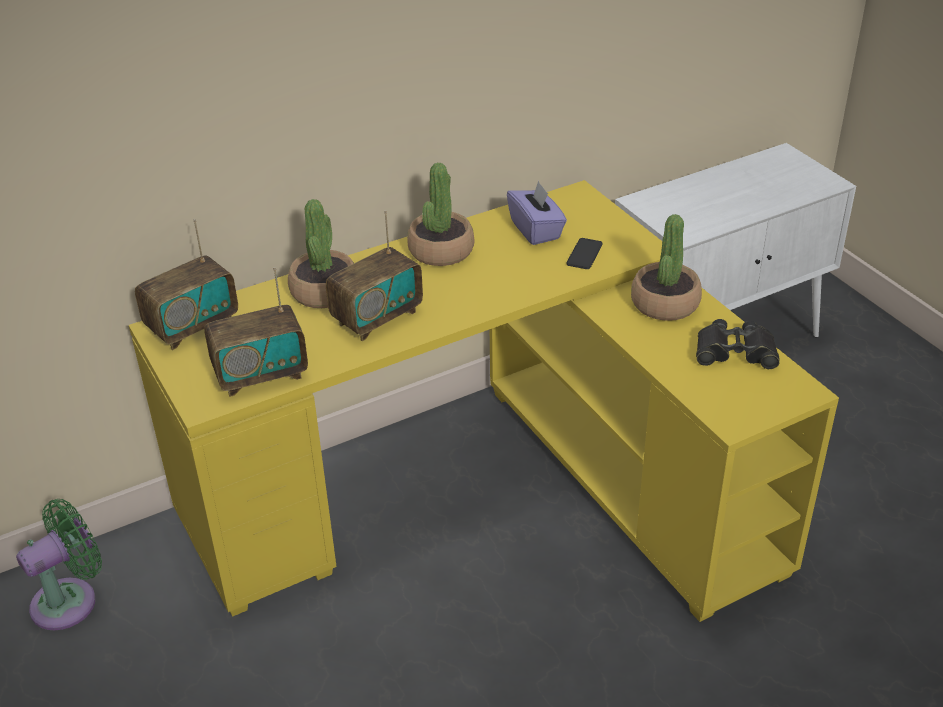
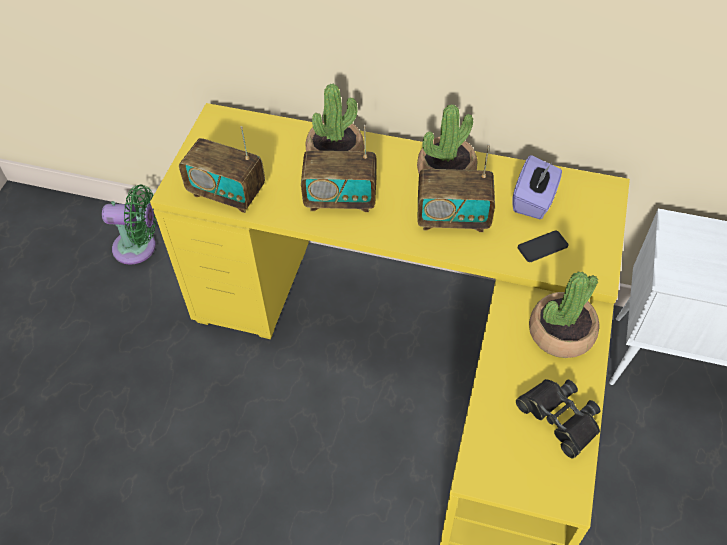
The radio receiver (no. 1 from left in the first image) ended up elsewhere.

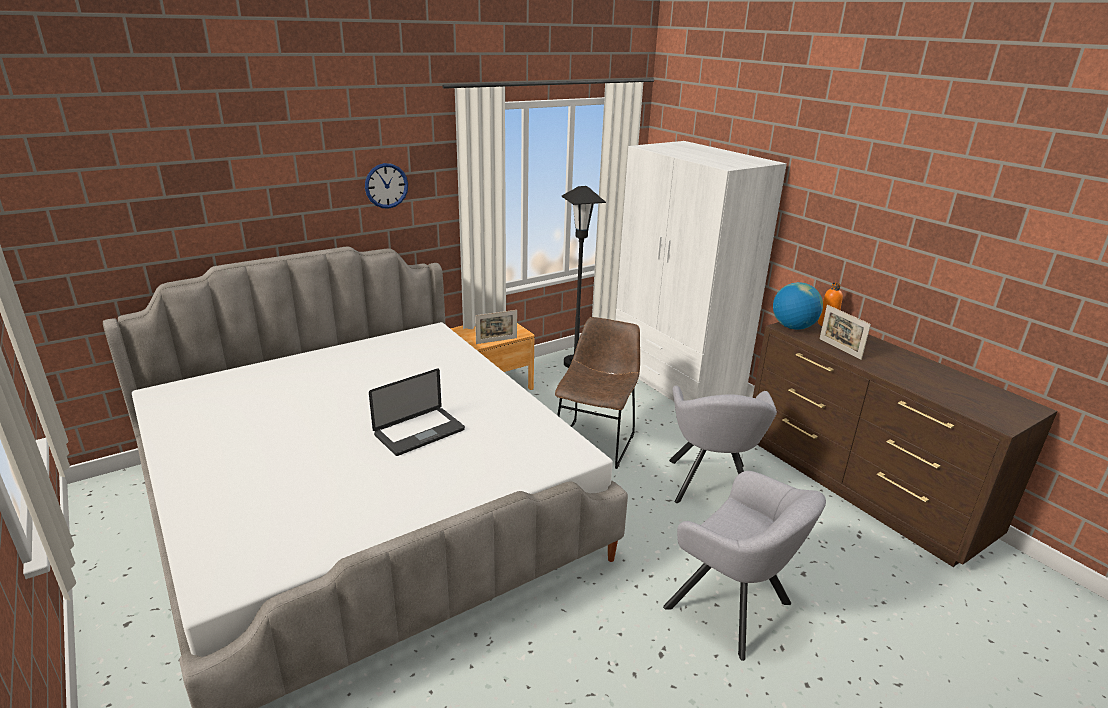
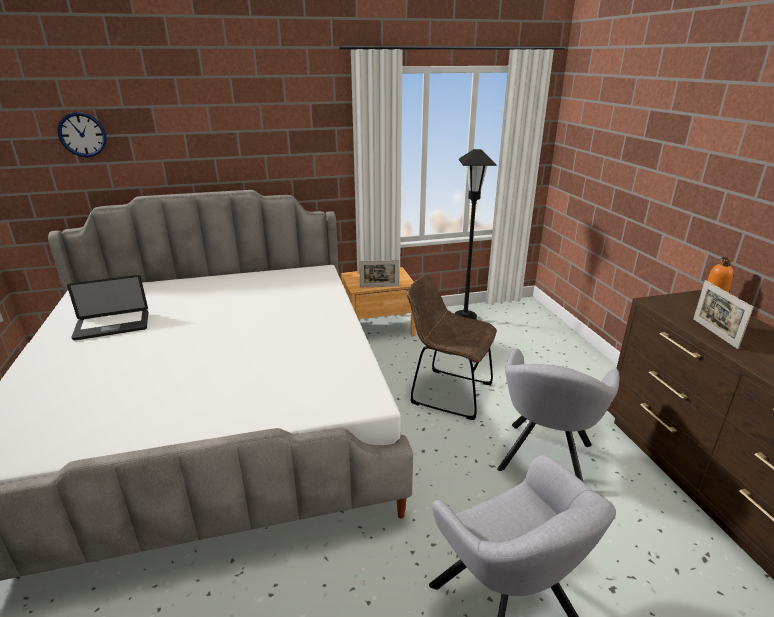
The second view lost the whitish wardrobe.
The second view lost the world globe.
The clock on the wall ended up elsewhere.
The laptop ended up elsewhere.
The brown chair ended up facing another way, 105 degrees counterclockwise from before.

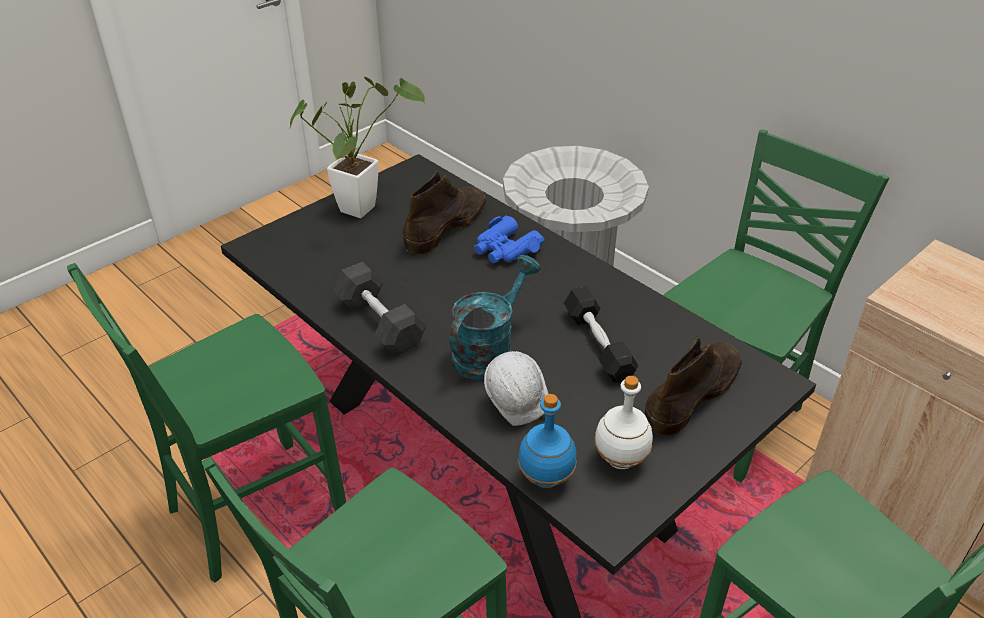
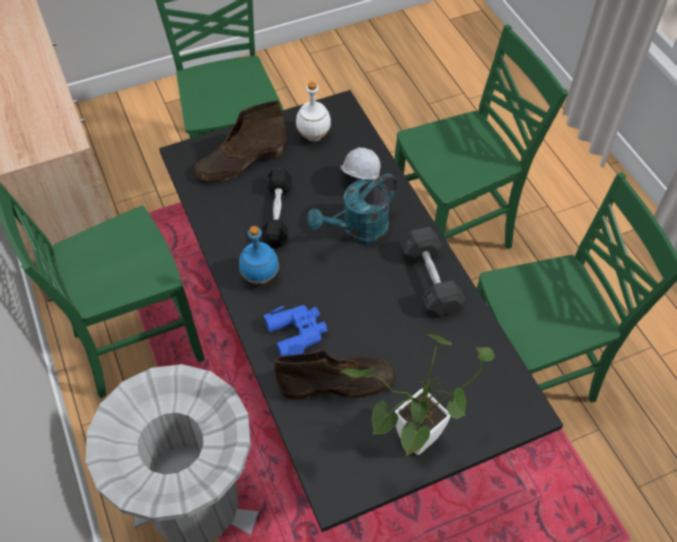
The blue drink bottle ended up elsewhere.
The brown high-top boot (no. 1 from left in the first image) ended up facing another way, 150 degrees counterclockwise from before.

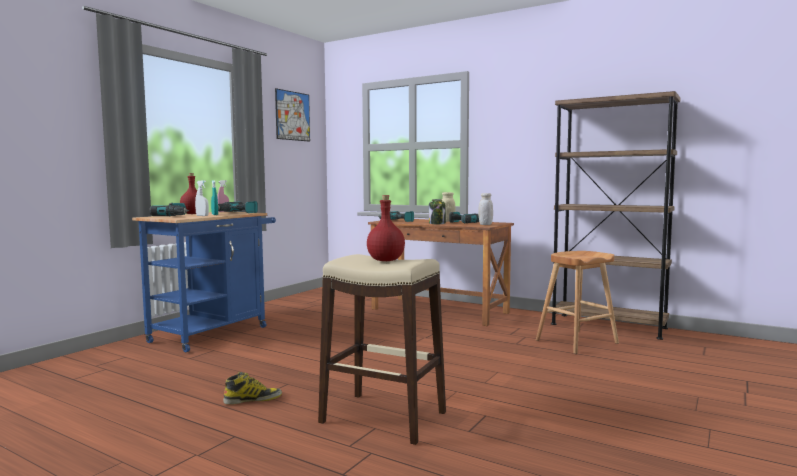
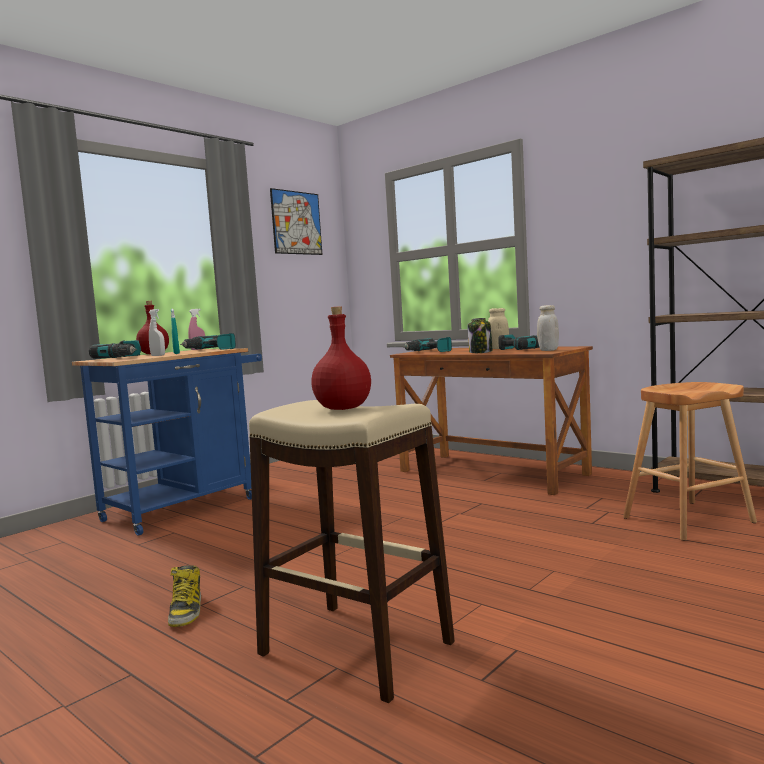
The high-top boot ended up facing another way, 90 degrees clockwise from before.

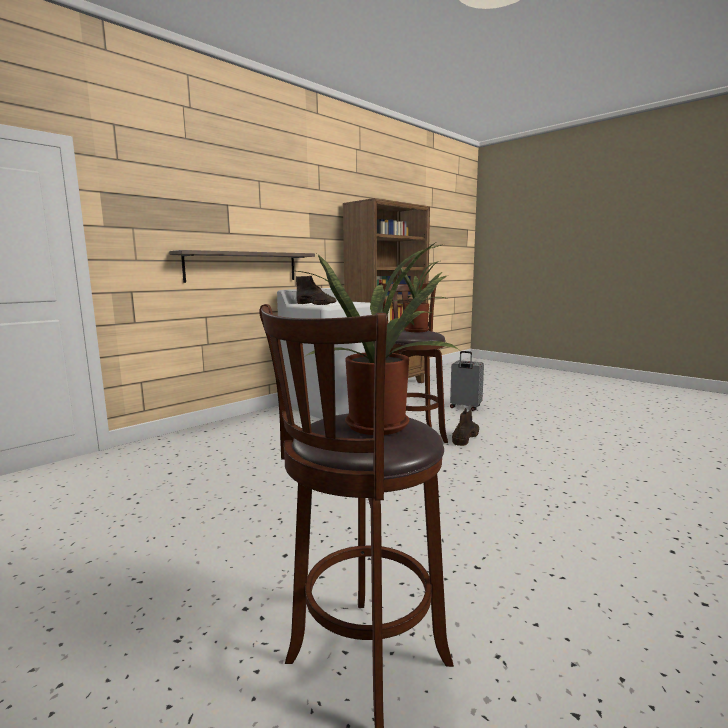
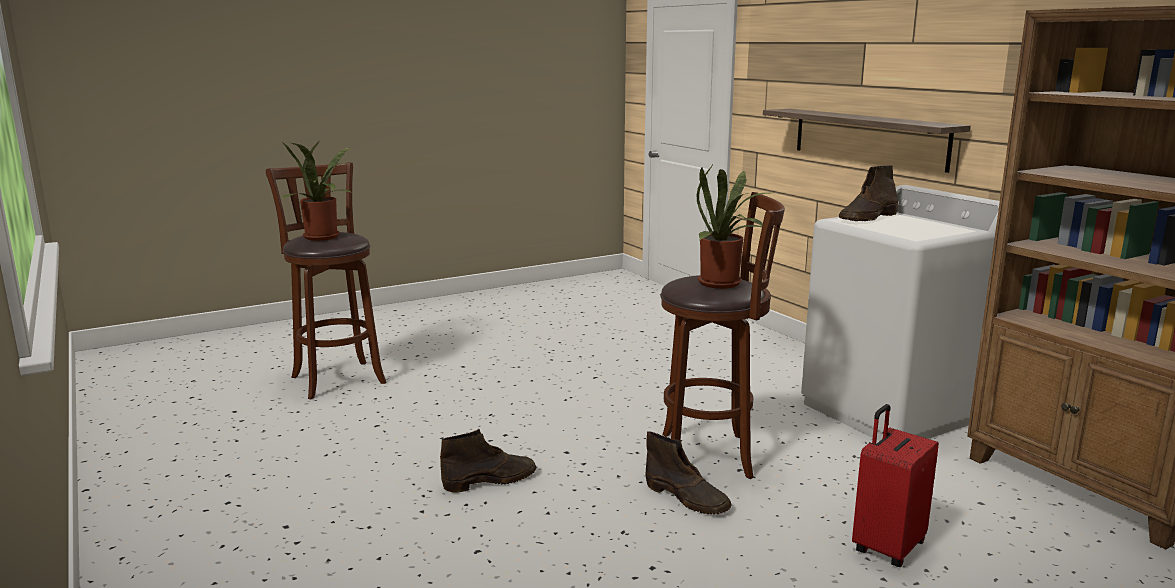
The second view gained the brown high-top boot (no. 1 from left).
What was the gray suitcase turned into the reddish suitcase.

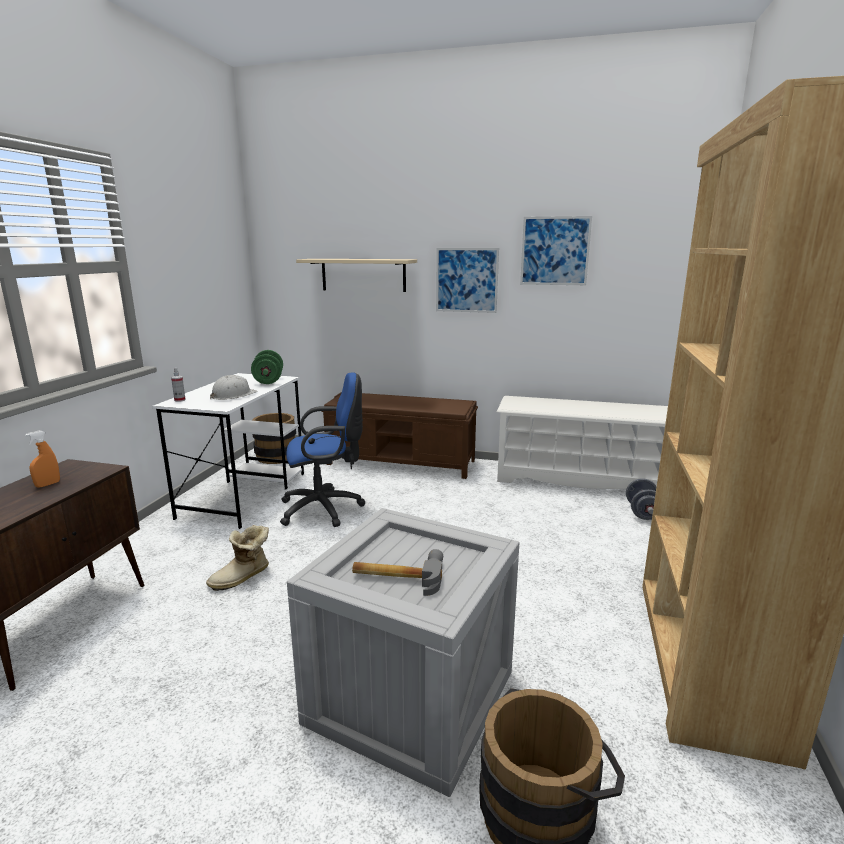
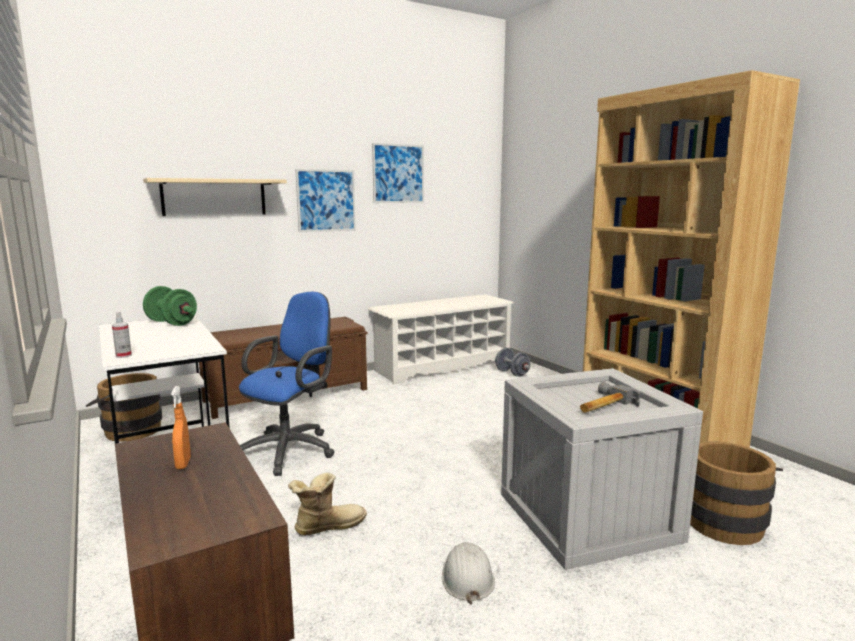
The whitish work helmet ended up elsewhere.
The high-top boot ended up facing another way, 120 degrees counterclockwise from before.

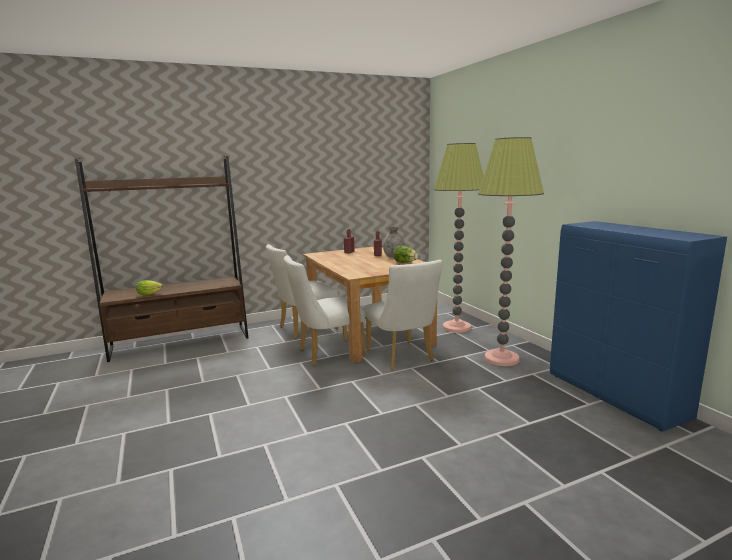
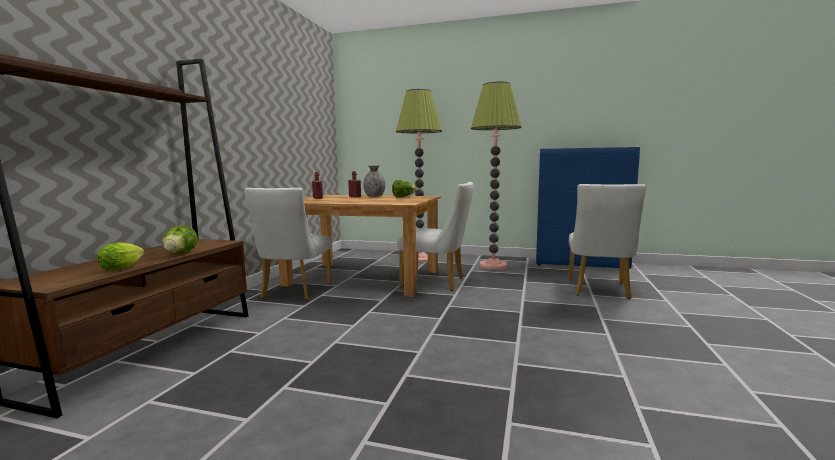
The second view gained the lettuce head (no. 2 from left).
The whitish chair (no. 2 from left in the first image) ended up elsewhere.

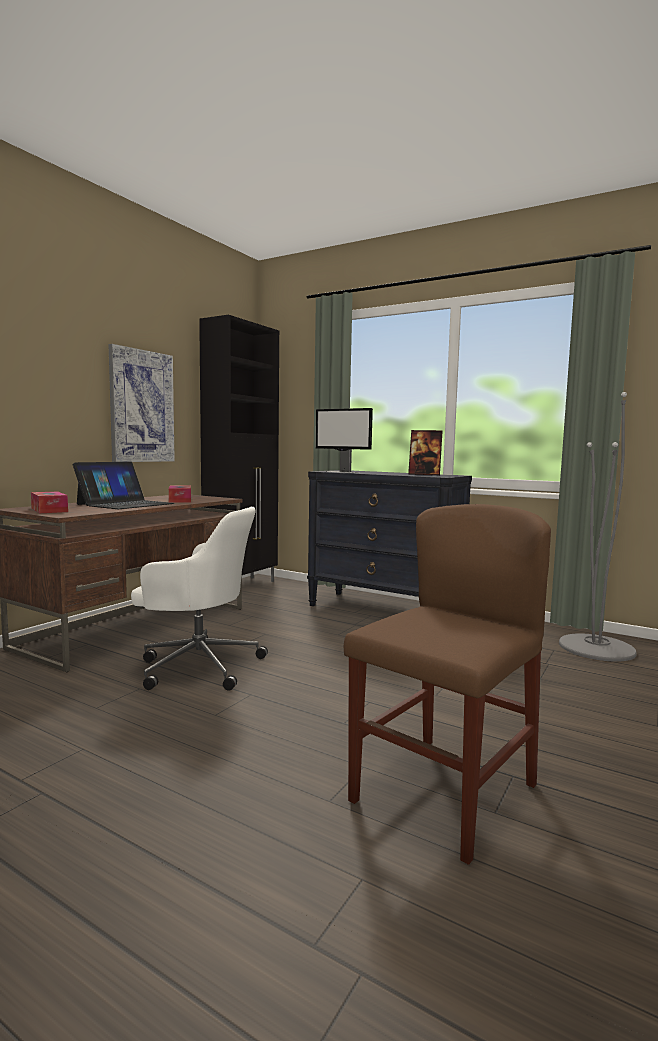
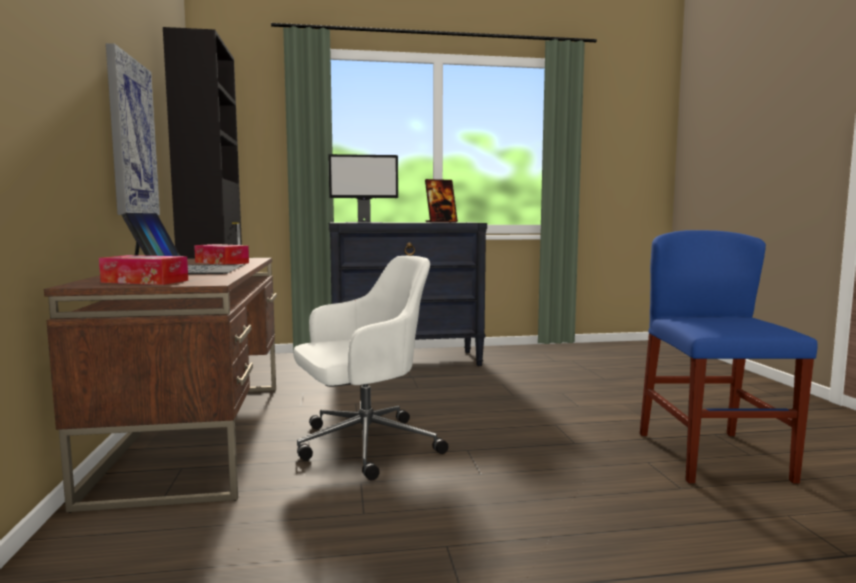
The second view lost the gray standing lamp.
What was the brown chair turned into the blue chair.

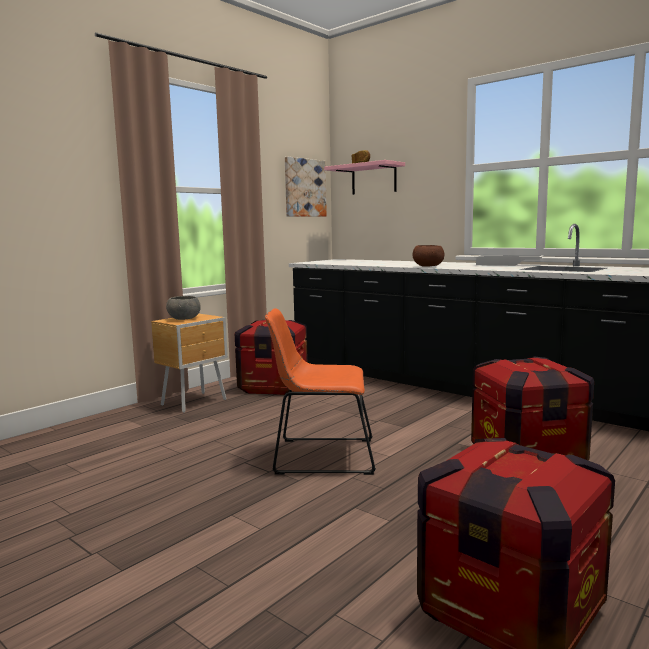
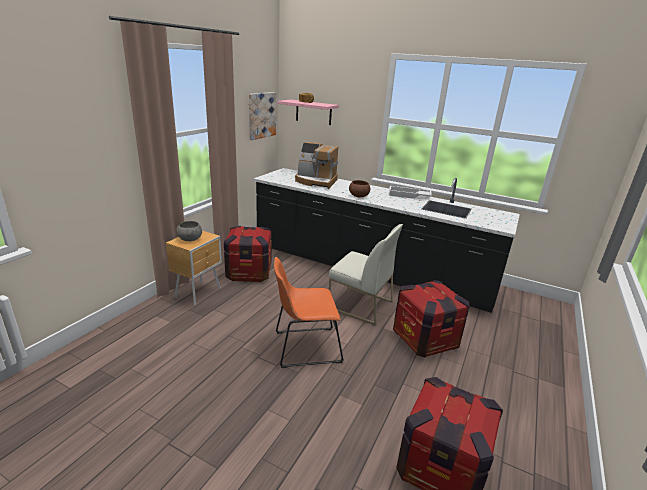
The second view gained the coffee maker.
The second view gained the whitish chair.

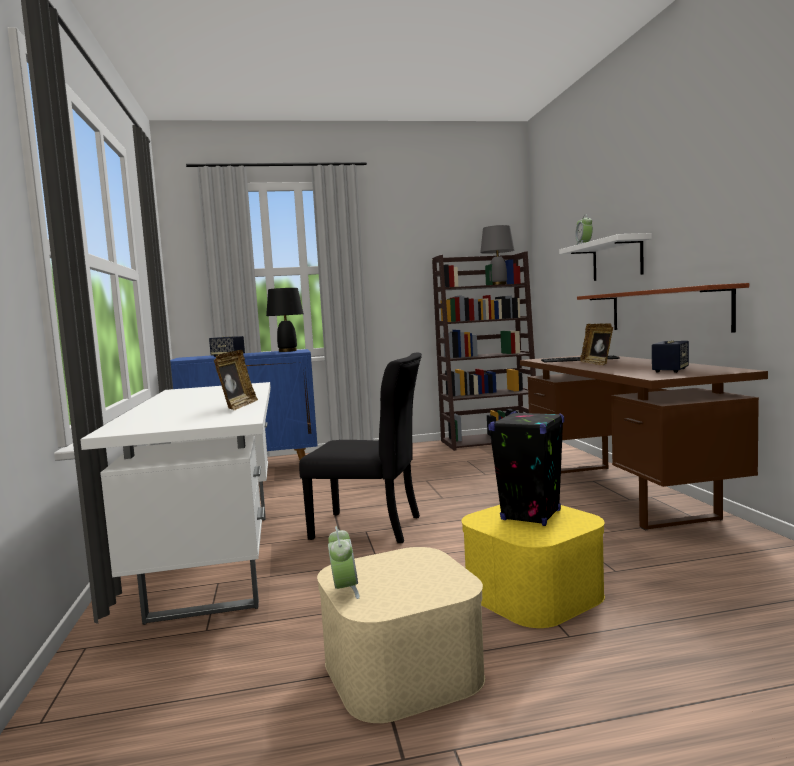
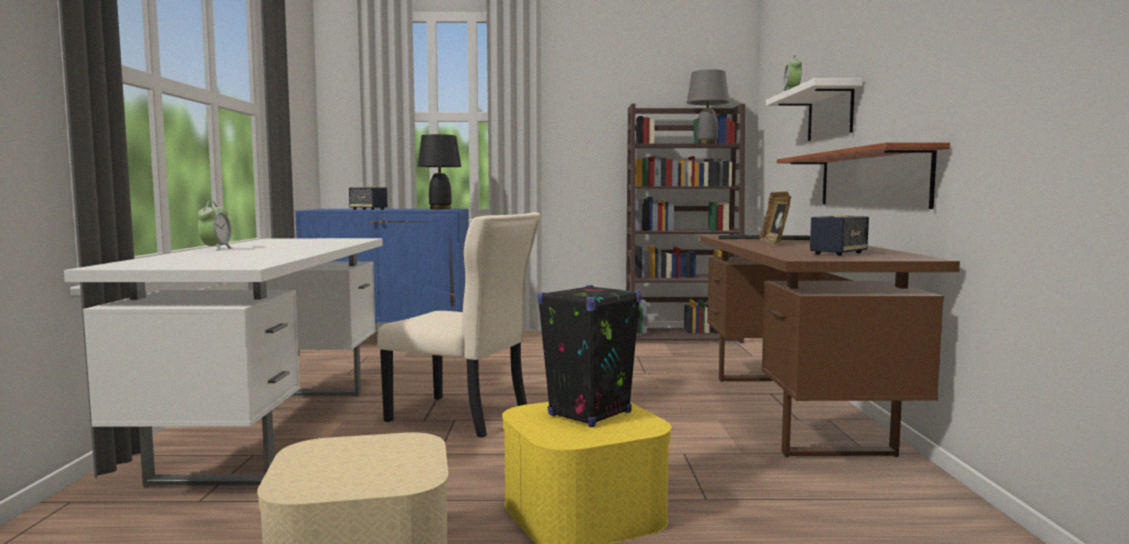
The second view lost the picture frame (no. 1 from left).
The table clock (no. 1 from left) ended up elsewhere.
What was the blackish chair turned into the sand-coloured chair.

